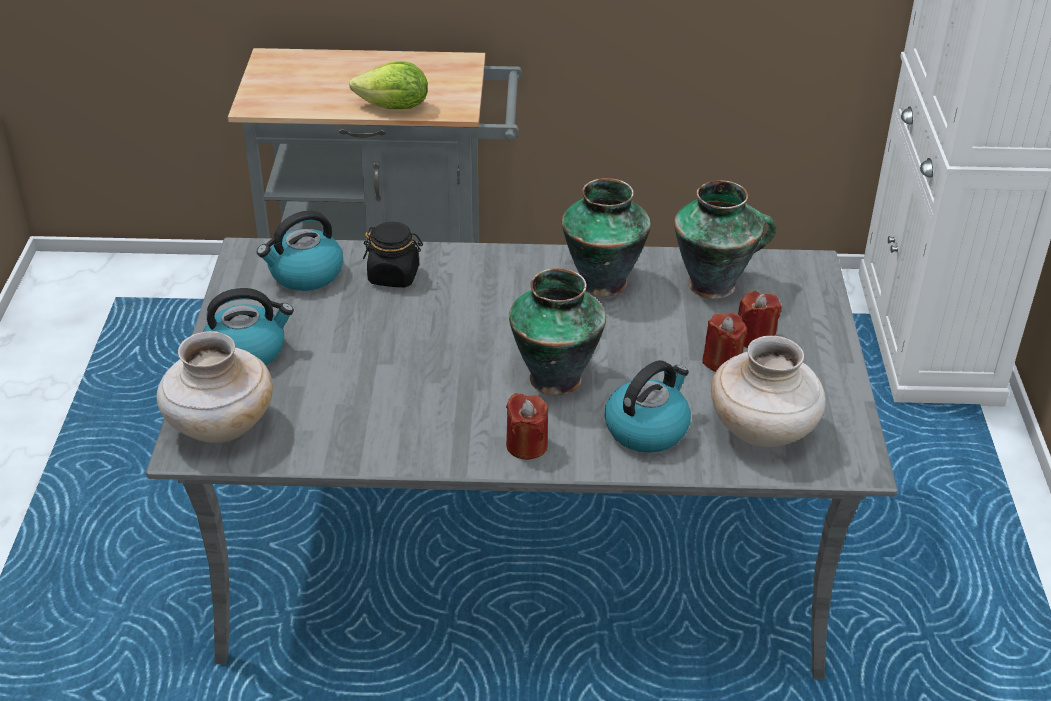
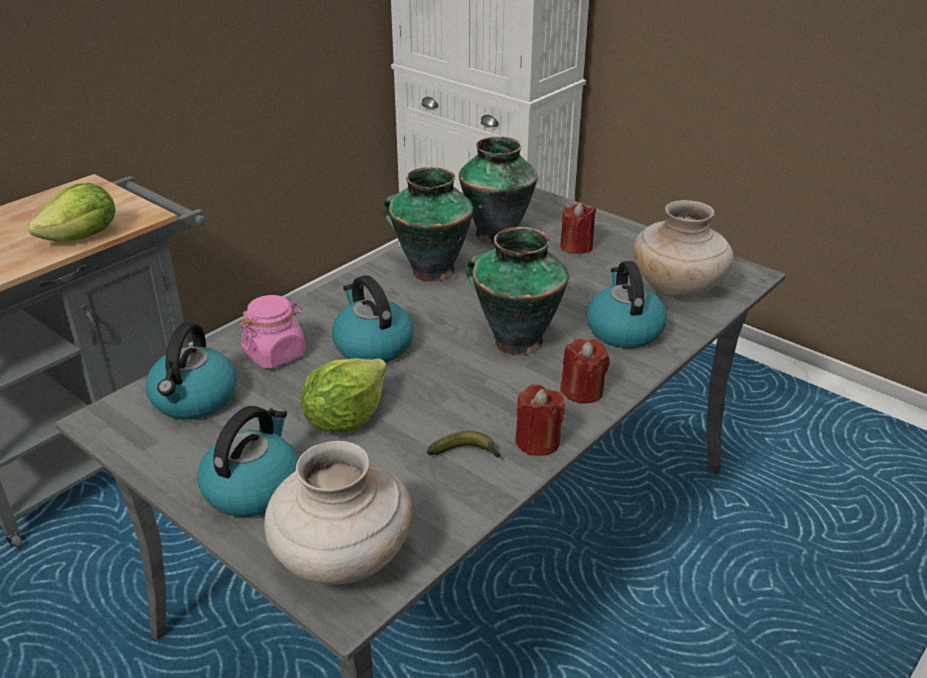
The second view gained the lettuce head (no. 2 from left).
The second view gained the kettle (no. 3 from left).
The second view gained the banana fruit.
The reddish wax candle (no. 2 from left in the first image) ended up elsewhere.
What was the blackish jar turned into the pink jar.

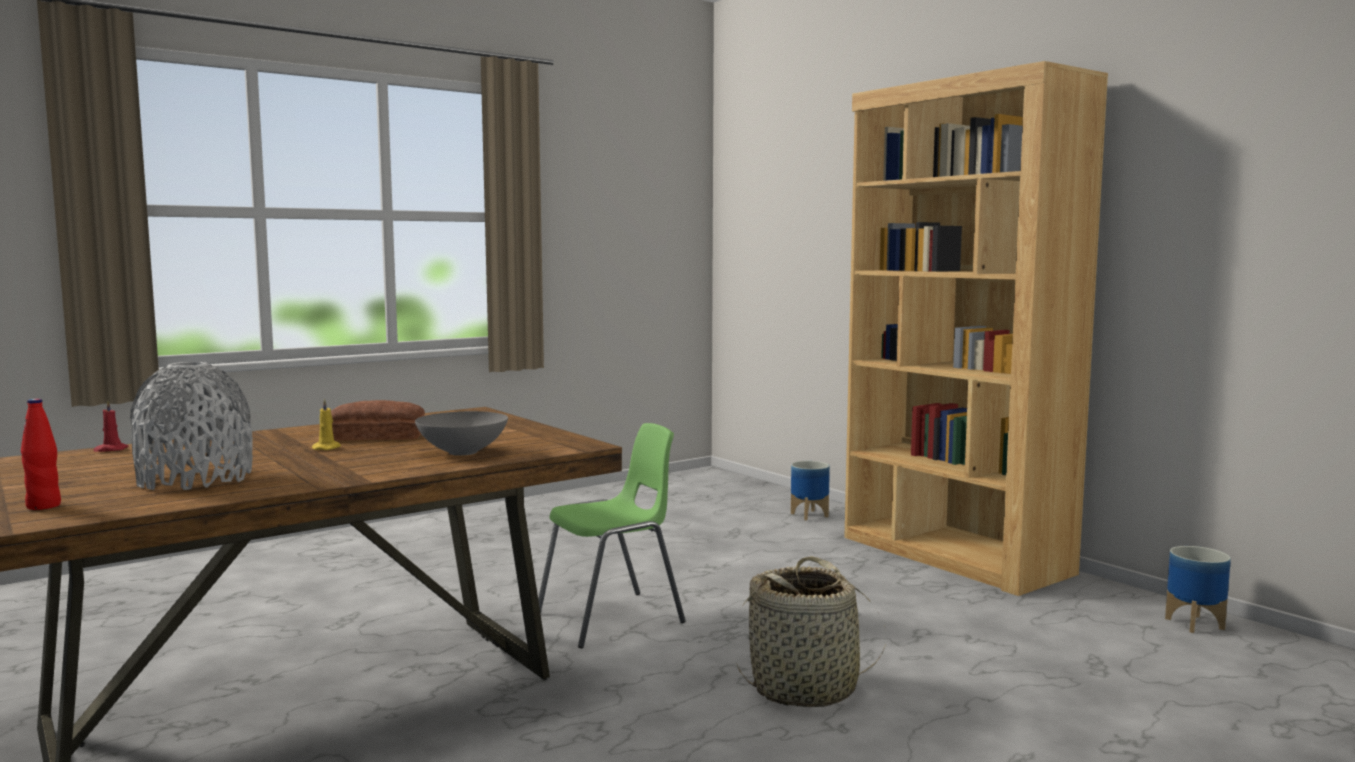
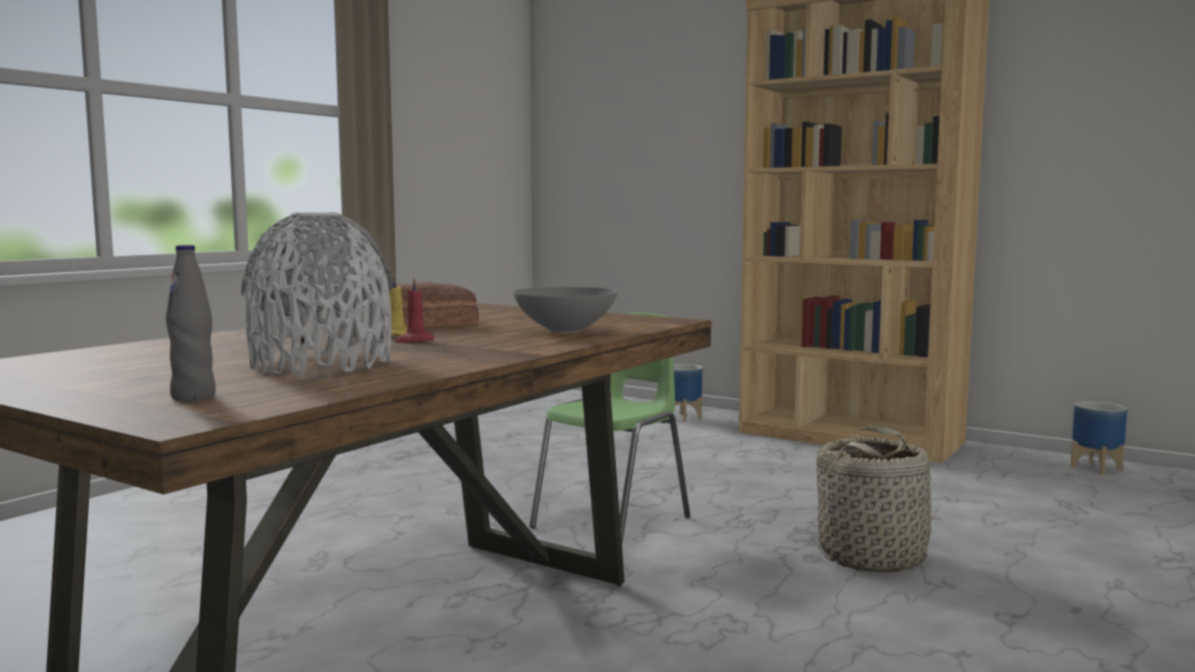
The reddish wax candle ended up elsewhere.
What was the reddish drink bottle turned into the gray drink bottle.

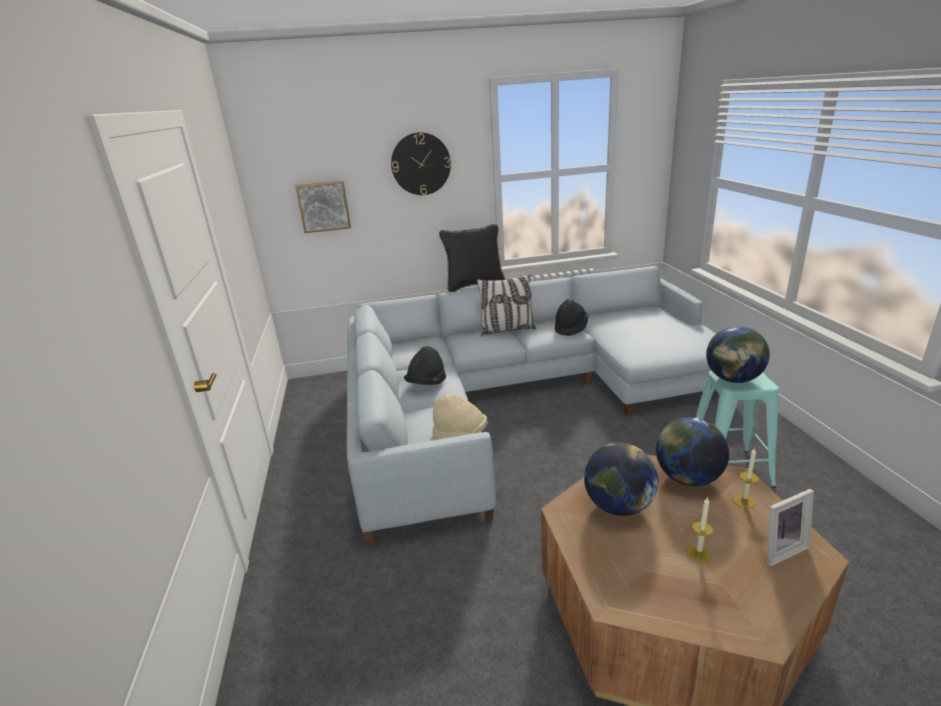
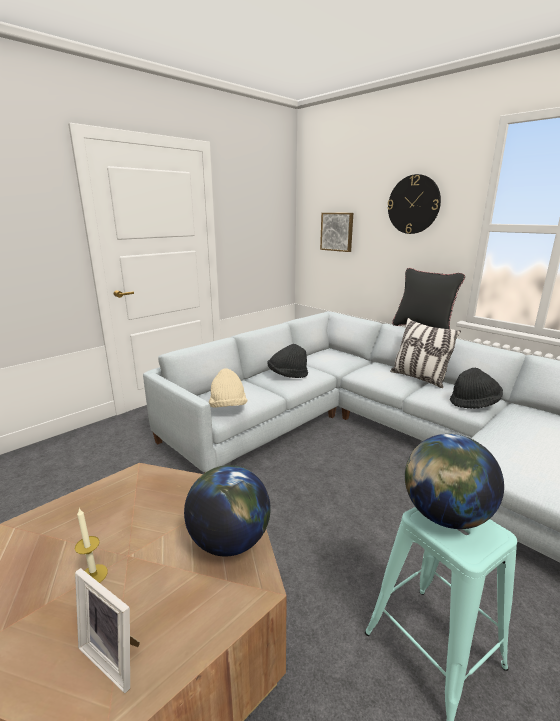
The second view lost the world globe (no. 1 from left).
The second view lost the wax candle (no. 2 from left).

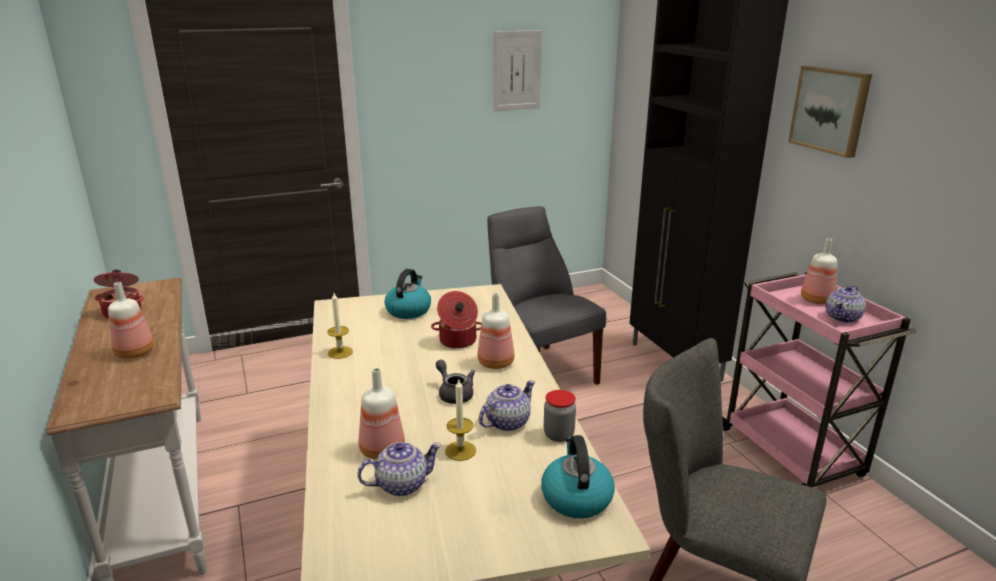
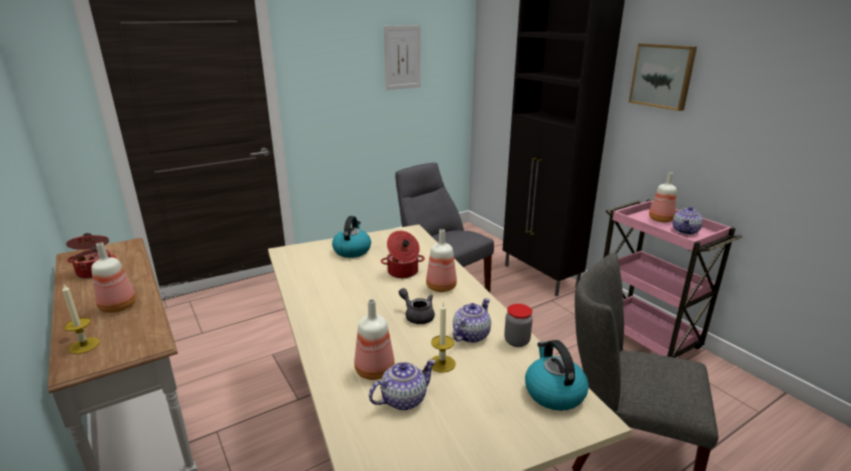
The wax candle (no. 1 from left) ended up elsewhere.

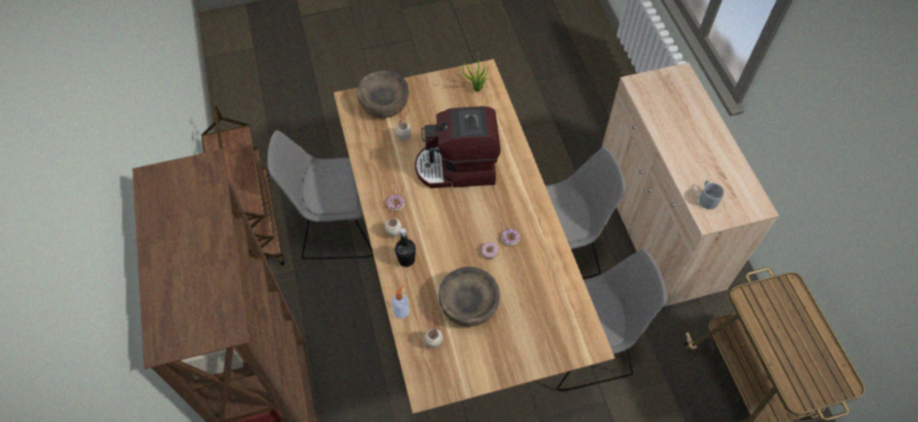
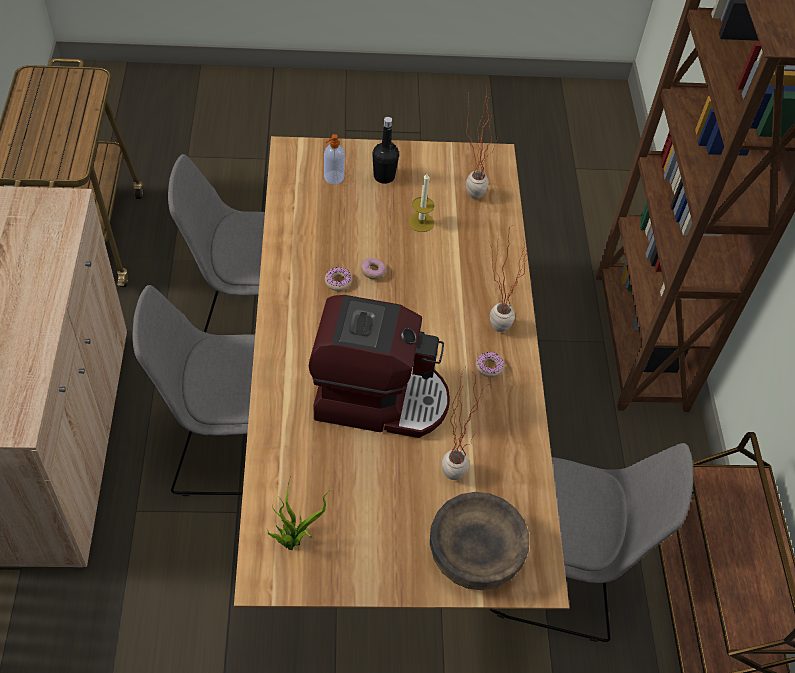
The second view lost the gray tea mug.
The soap bottle ended up elsewhere.
The blackish drink bottle ended up elsewhere.
Where the brown bowl (no. 2 from left) stood, the wax candle came to stand.

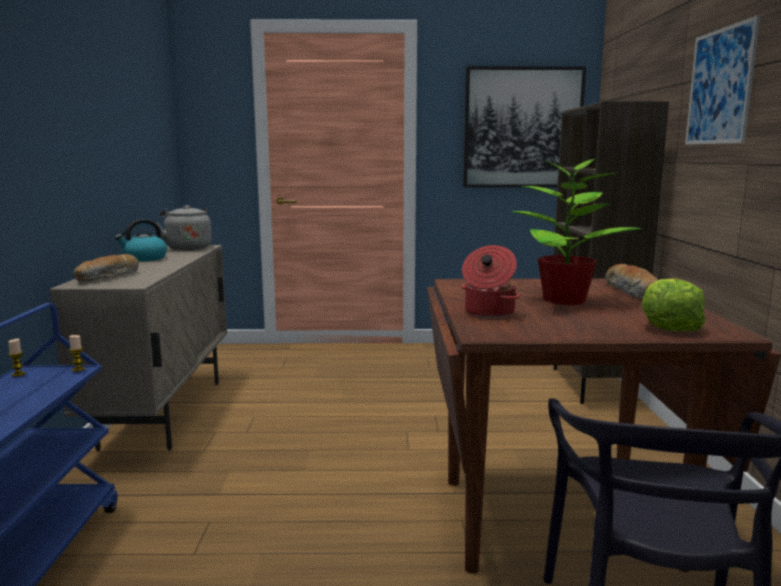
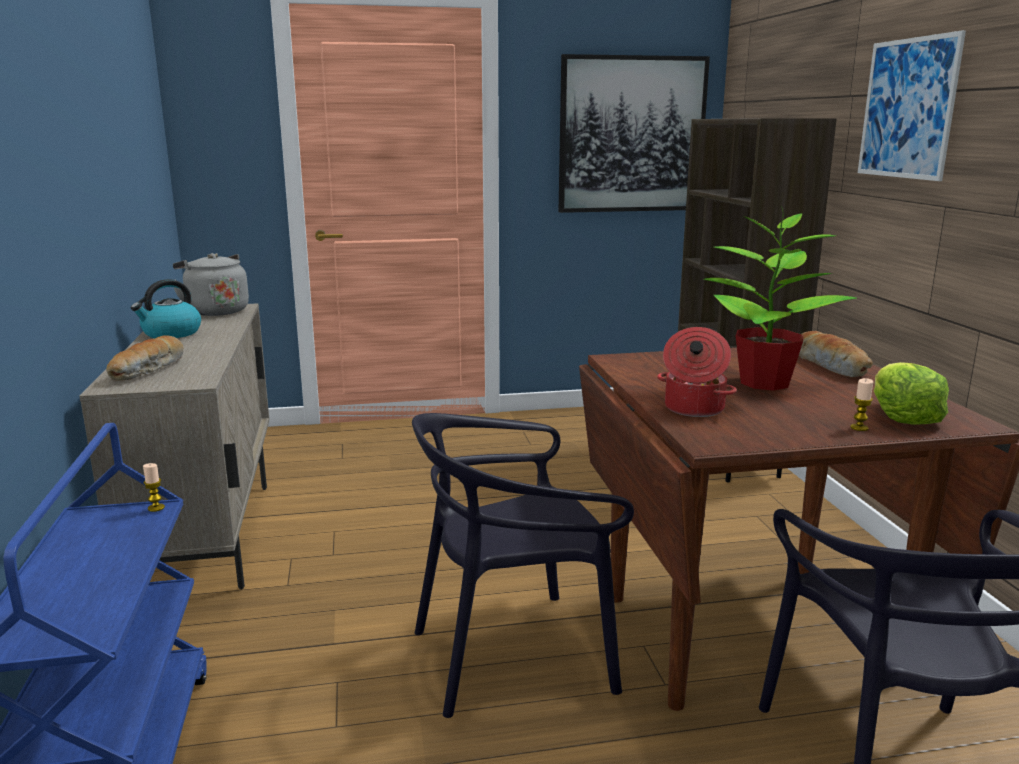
The second view gained the blackish chair (no. 1 from left).
The wax candle (no. 1 from left in the first image) ended up elsewhere.

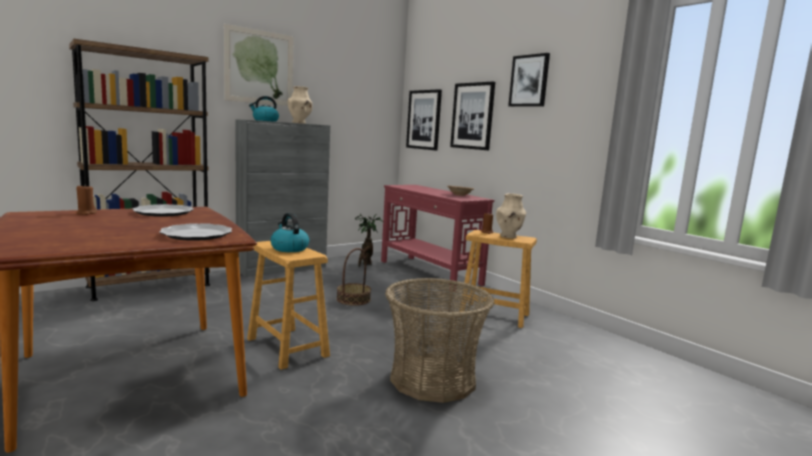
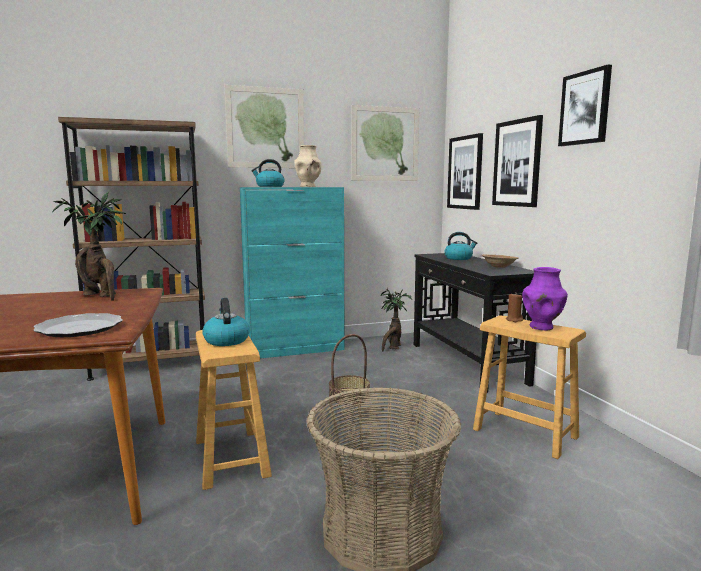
The second view lost the brown wax candle (no. 1 from left).
The second view gained the picture (no. 2 from left).
The second view gained the kettle (no. 3 from left).
Where the dinner plate (no. 1 from left) stood, the plant in a pot (no. 1 from left) came to stand.
What was the gray cupboard turned into the turquoise cupboard.
What was the reddish console table turned into the blackish console table.
What was the sand-coloured flower vase (no. 2 from left) turned into the purple flower vase.

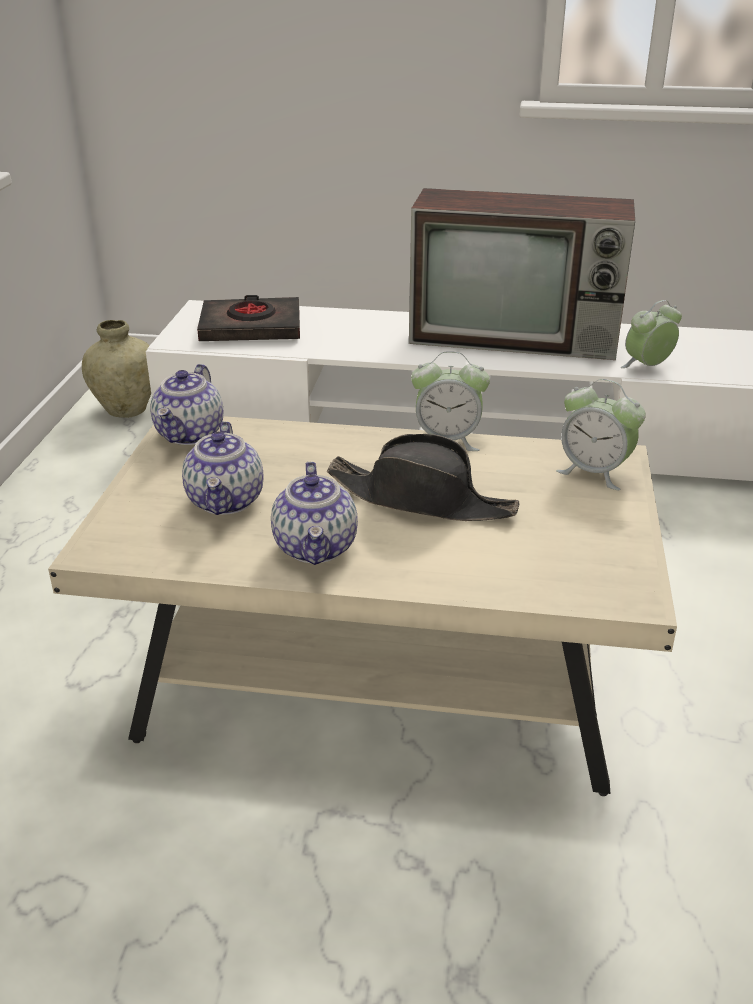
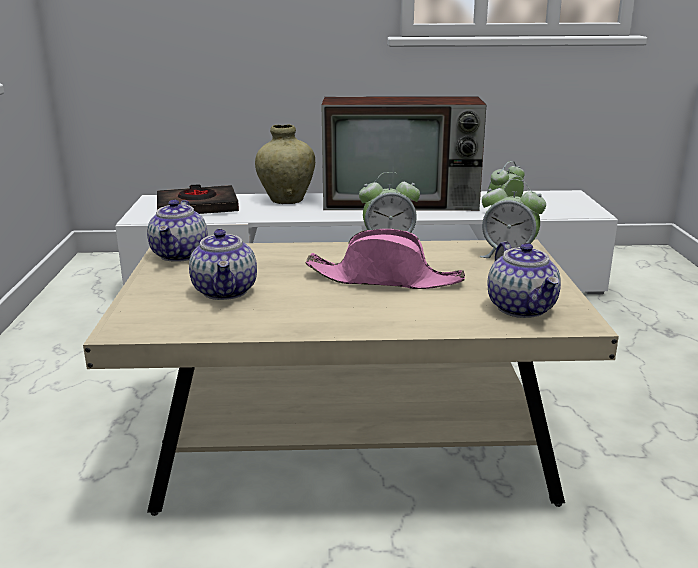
The sand-coloured flower vase ended up elsewhere.
The teapot (no. 3 from left) ended up elsewhere.
What was the blackish hat turned into the pink hat.

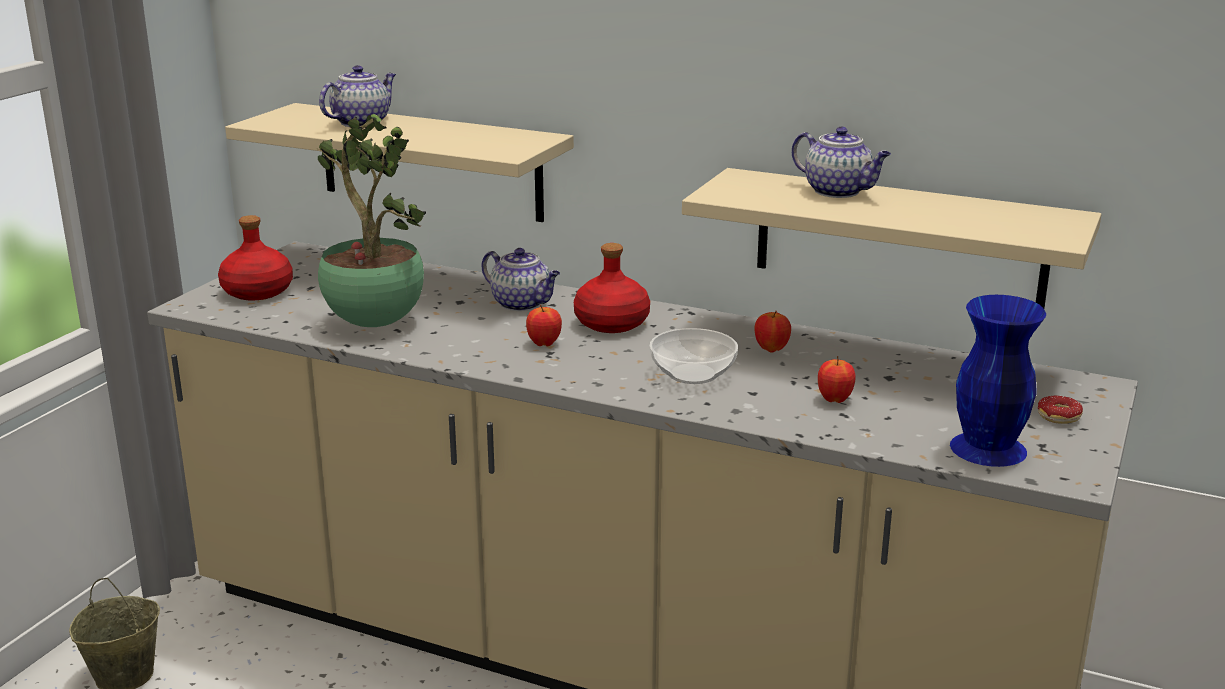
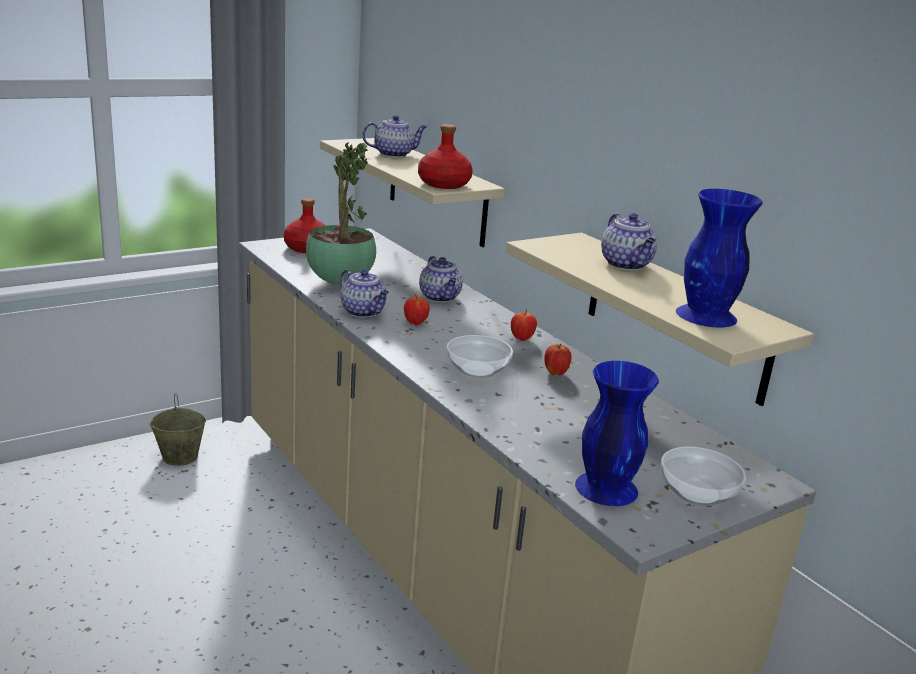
The second view gained the teapot (no. 1 from left).
The second view gained the blue flower vase (no. 2 from left).
The reddish drink bottle (no. 2 from left) ended up elsewhere.
The whole apple (no. 3 from left in the first image) ended up elsewhere.
Where the doughnut stood, the bowl (no. 2 from left) came to stand.

